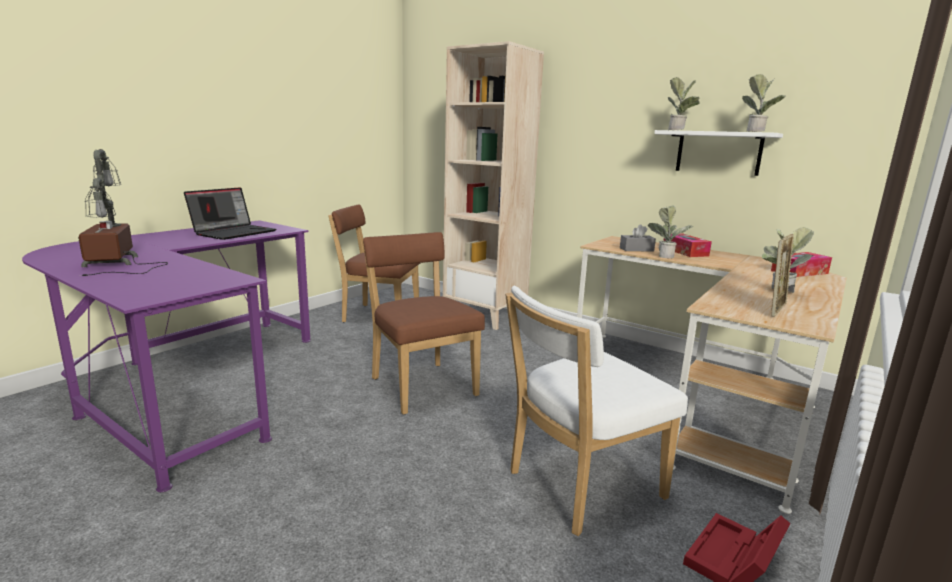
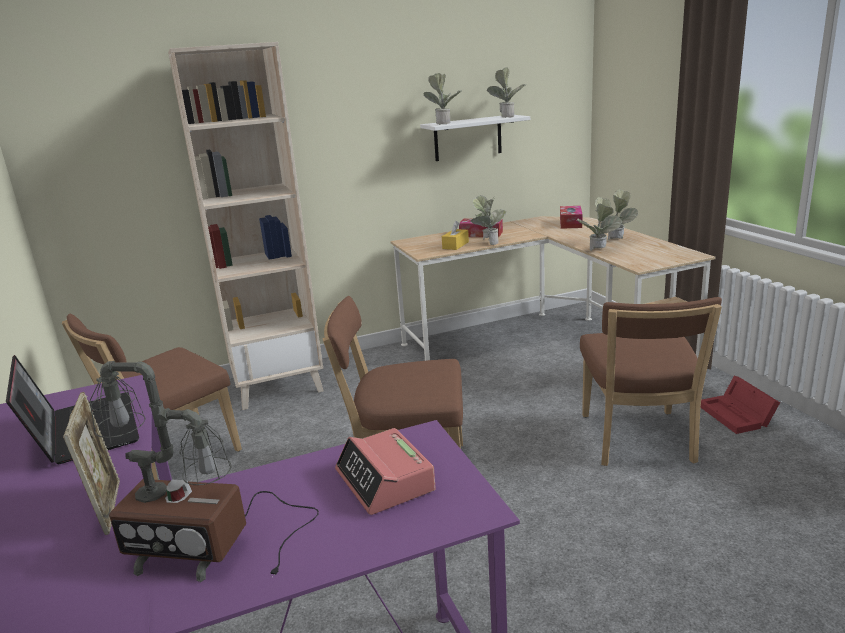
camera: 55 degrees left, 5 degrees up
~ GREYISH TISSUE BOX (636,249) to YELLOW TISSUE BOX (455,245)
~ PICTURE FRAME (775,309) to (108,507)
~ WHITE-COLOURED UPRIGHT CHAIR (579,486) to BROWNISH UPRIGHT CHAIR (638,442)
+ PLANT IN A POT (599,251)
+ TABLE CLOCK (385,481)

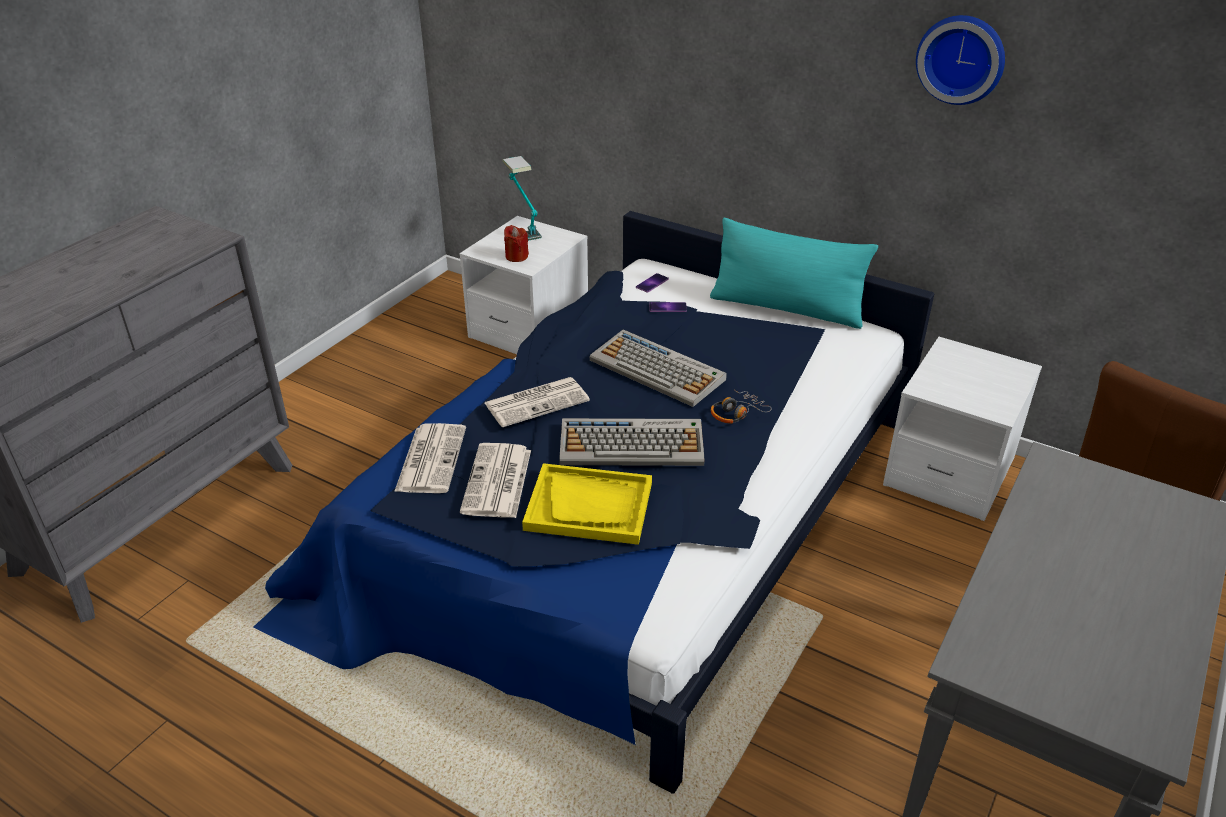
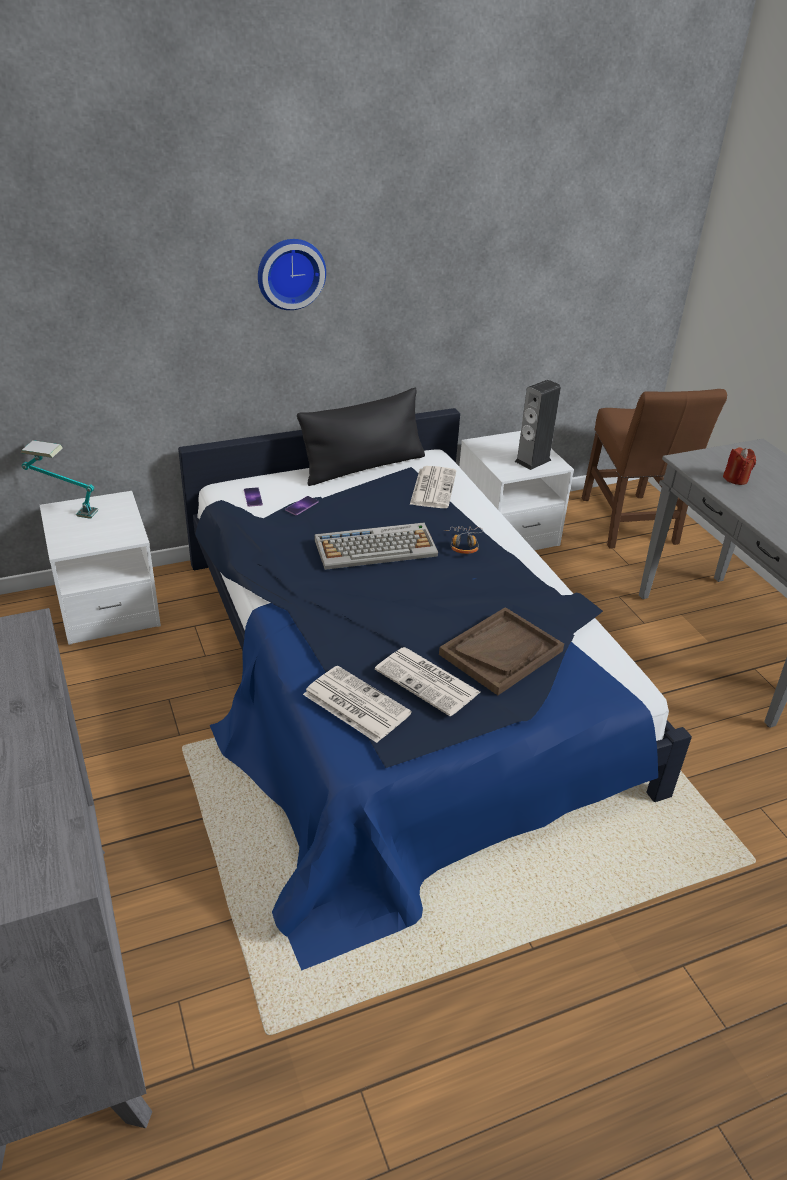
camera: 55 degrees left, 0 degrees up
~ WALL CLOCK (962,58) to (290,273)
~ TURQUOISE-COLOURED PILLOW (786,308) to BLACK-COLOURED PILLOW (363,467)
~ RED CANDLE (516,256) to (735,479)
~ NEWSPAPER (537,402) to (433,487)
- COMPUTER KEYBOARD (633,444)
~ YELLOW CARRYING TRAY (589,506) to BROWNISH CARRYING TRAY (501,652)
+ SPEAKER (532,461)

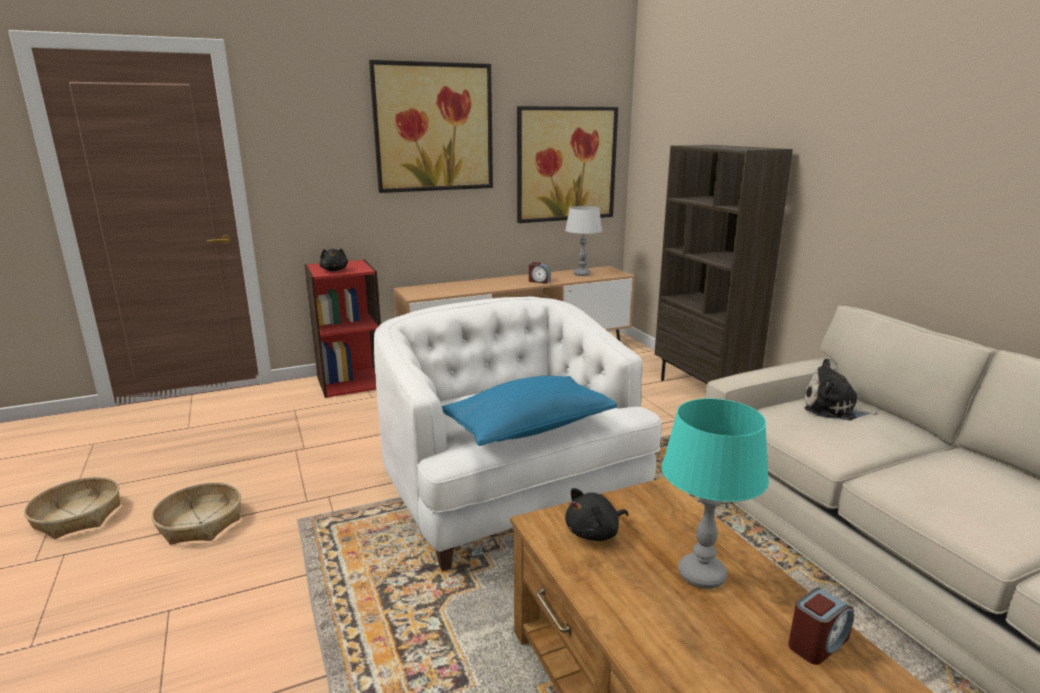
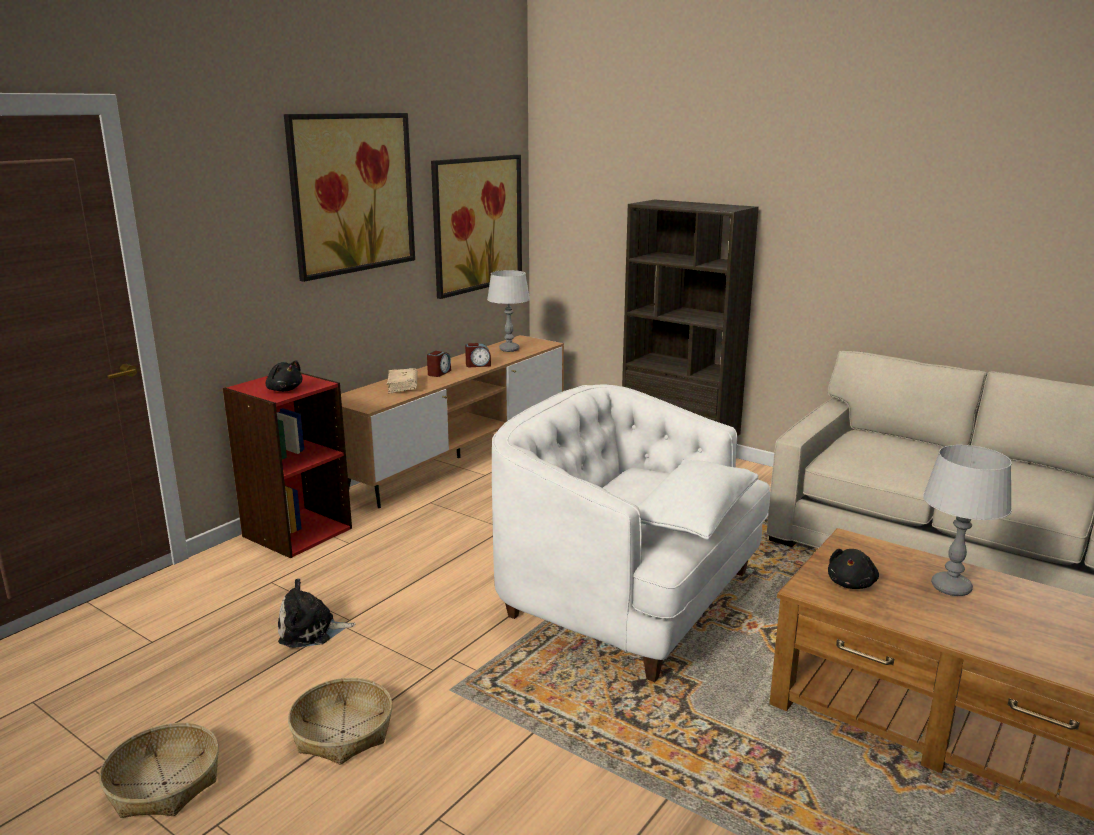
camera: 30 degrees left, 0 degrees up
~ CUDDLY TOY (833,409) to (311,631)
~ BLUE PILLOW (529,428) to WHITE-COLOURED PILLOW (693,517)
~ TURQUOISE-COLOURED TABLE LAMP (701,574) to GREYISH TABLE LAMP (950,587)
~ TABLE CLOCK (817,643) to (439,373)
+ BEIGE-COLOURED BOOK (403,386)

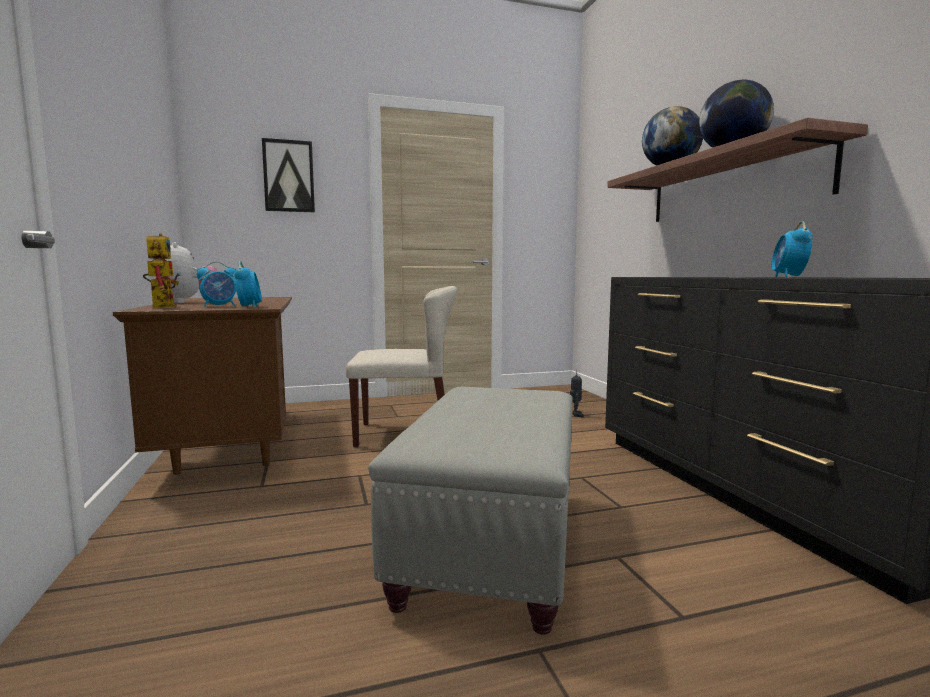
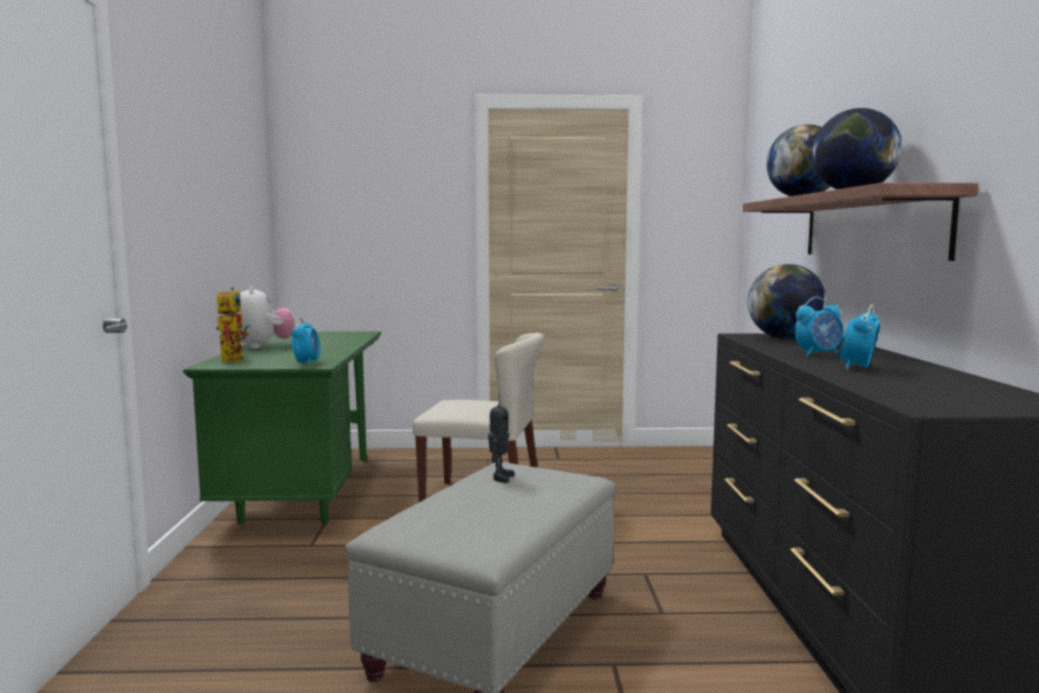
camera: 15 degrees right, 0 degrees up
- WALL ART (289,176)
~ TABLE CLOCK (219,306) to (818,354)
~ BROWNISH DESK (234,442) to GREEN DESK (304,493)
~ ROBOT FIGURE (576,415) to (500,478)
+ GLOBE (784,338)

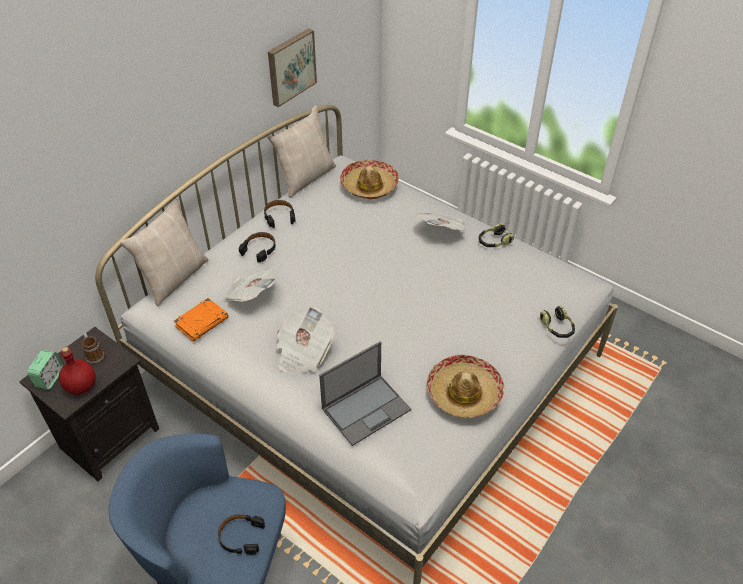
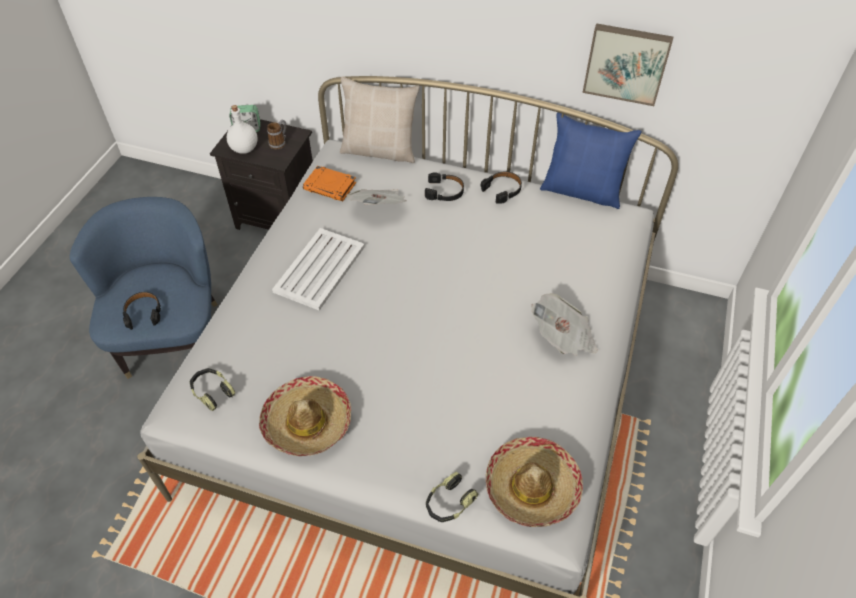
camera: 70 degrees right, 5 degrees up
~ BEIGE-COLOURED PILLOW (305,177) to BLUE PILLOW (582,191)
~ CLOTHING HAT (369,185) to (532,487)
~ HEADSET (494,242) to (212,392)
~ NEWSPAPER (303,352) to WHITE-COLOURED CARRYING TRAY (319,269)
- LAPTOP (367,408)
~ RED DRINK BOTTLE (81,387) to WHITE-COLOURED DRINK BOTTLE (244,149)

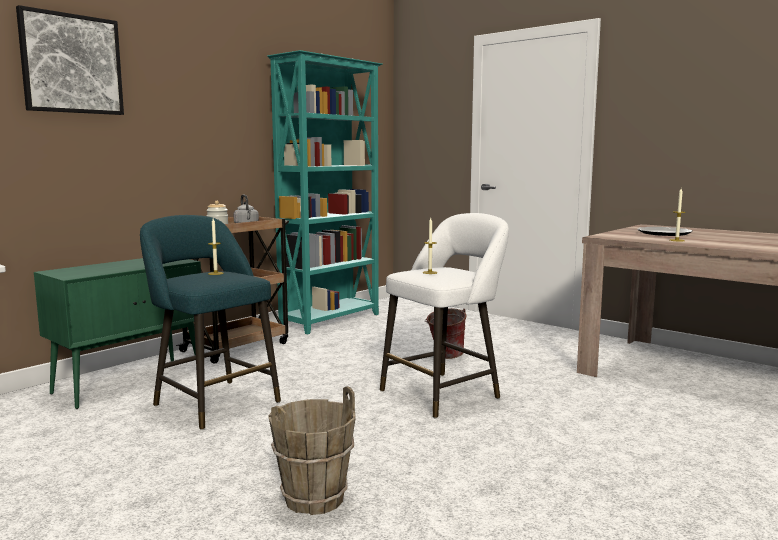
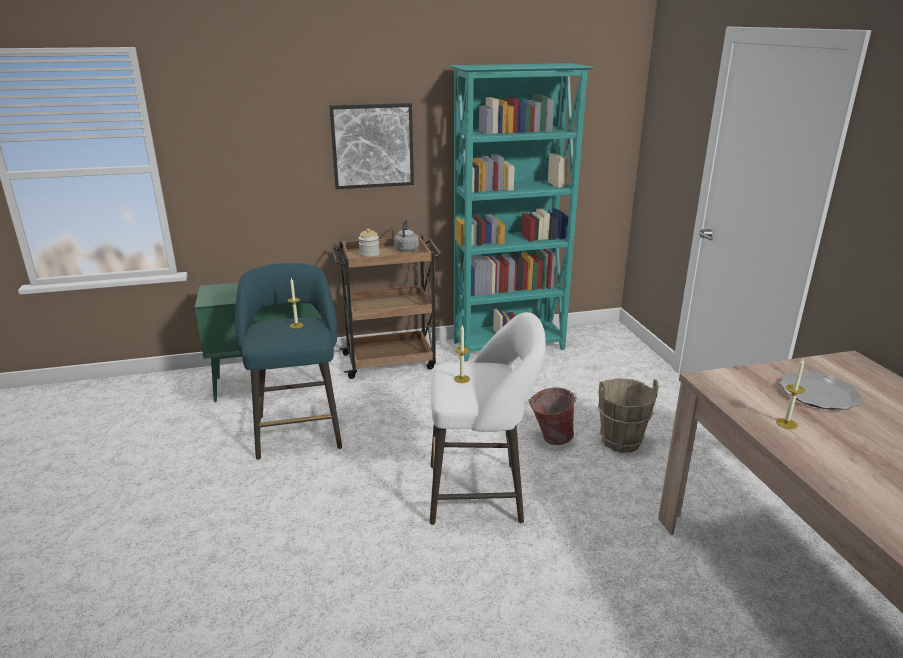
camera: 35 degrees right, 15 degrees up
~ WALL ART (71,64) to (372,146)
~ BROWNISH WATER BUCKET (313,498) to (620,441)

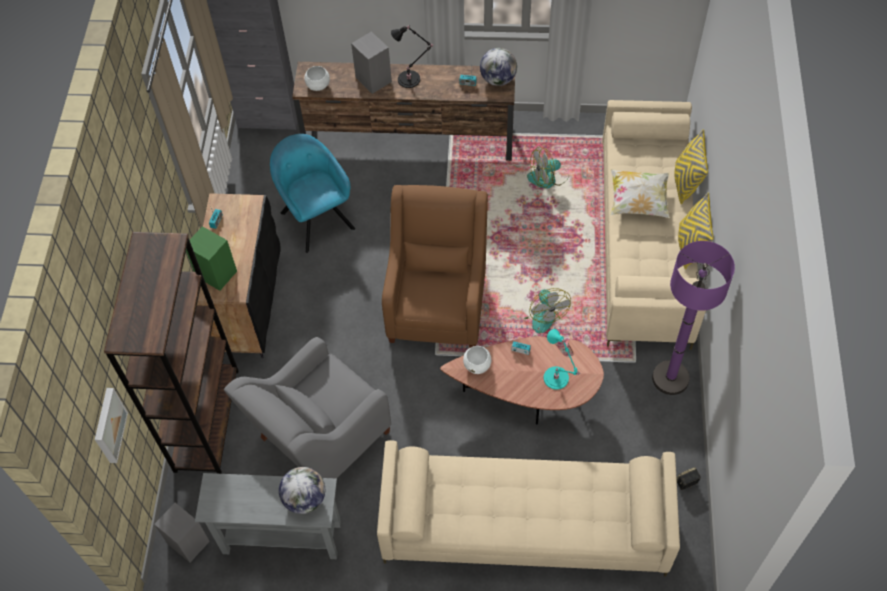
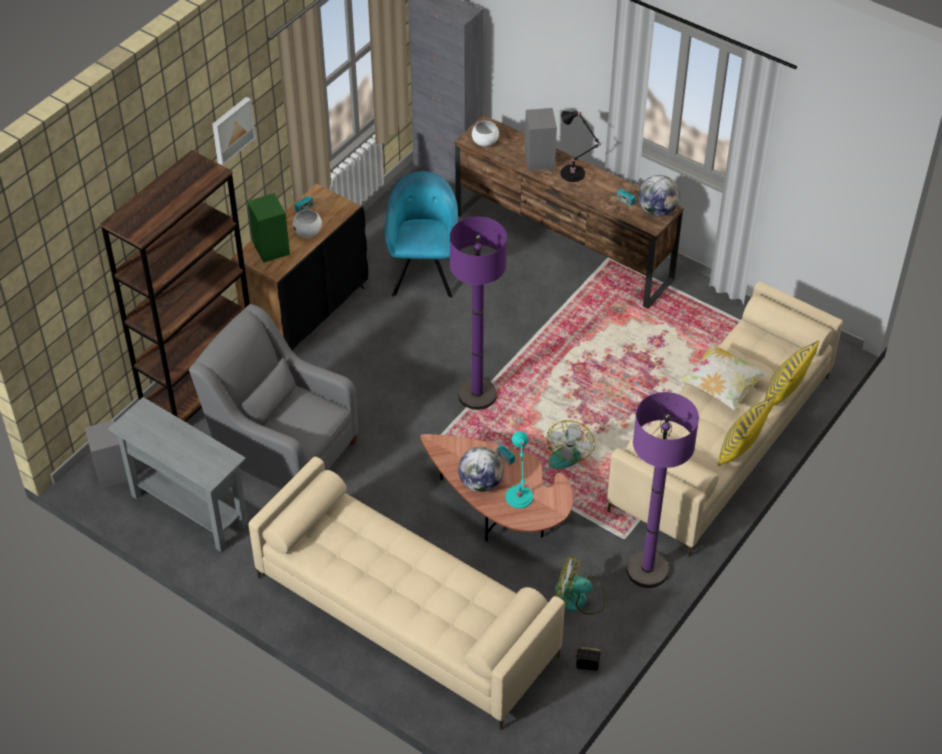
camera: 30 degrees right, 10 degrees down
~ COOLING FAN (548,178) to (578,598)
~ BROWNISH ARMCHAIR (438,303) to PURPLISH STANDARD LAMP (477,395)
~ GREYISH ARMCHAIR (320,439) = (283,451) 45 degrees clockwise
~ WHITE-COLOURED BOWL (477,365) to (308,232)
~ WALL ART (108,425) to (231,129)
~ GLOBE (304,498) to (480,483)

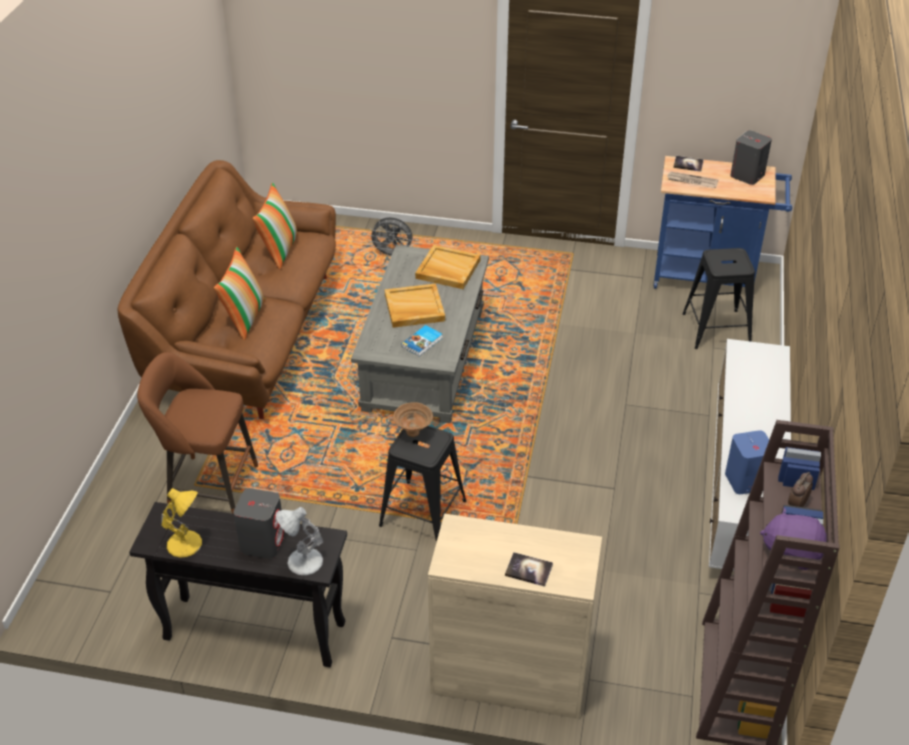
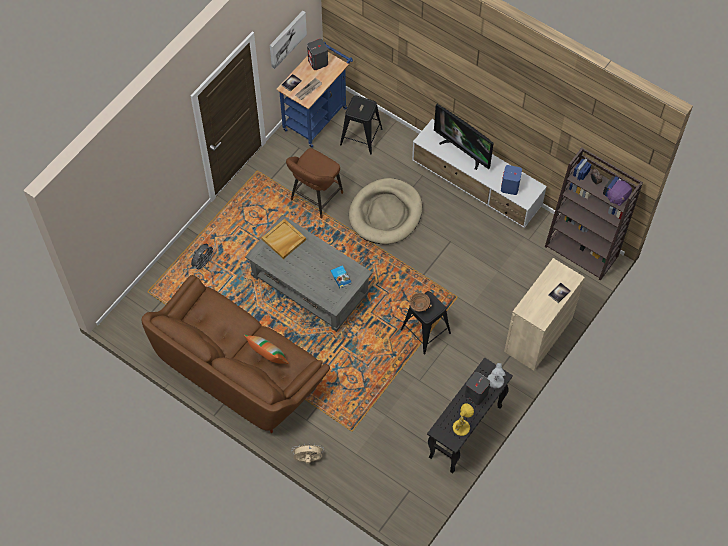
camera: 65 degrees left, 20 degrees up
- PILLOW (279,250)
- BEIGE-COLOURED CARRYING TRAY (414,308)
~ BROWNISH SITTING STOOL (207,486) to (315,198)
+ WALL ART (287,39)
+ TELEVISION (463,151)
+ BEIGE-COLOURED PET BED (385,213)
+ BEIGE-COLOURED COOLING FAN (308,459)

